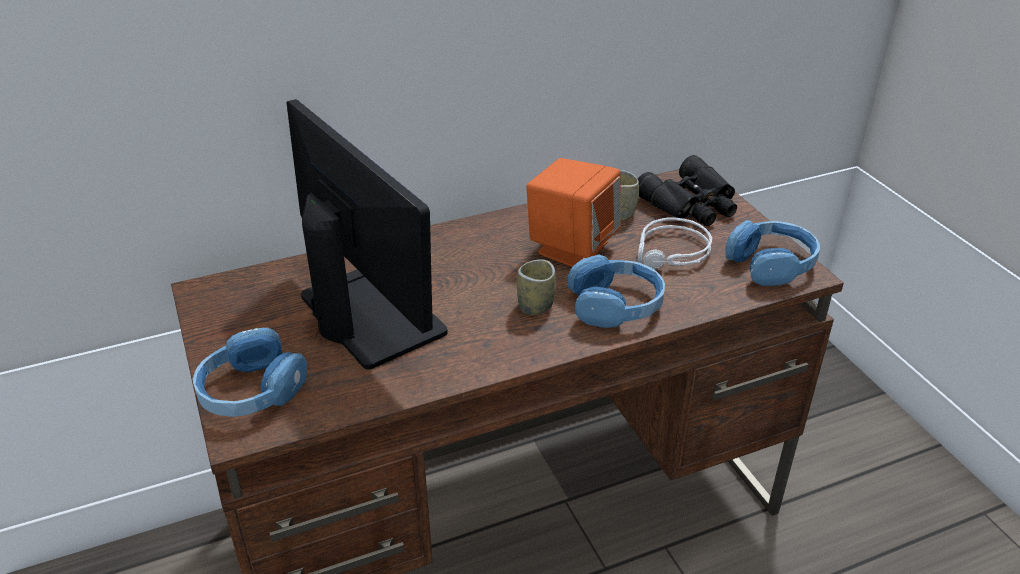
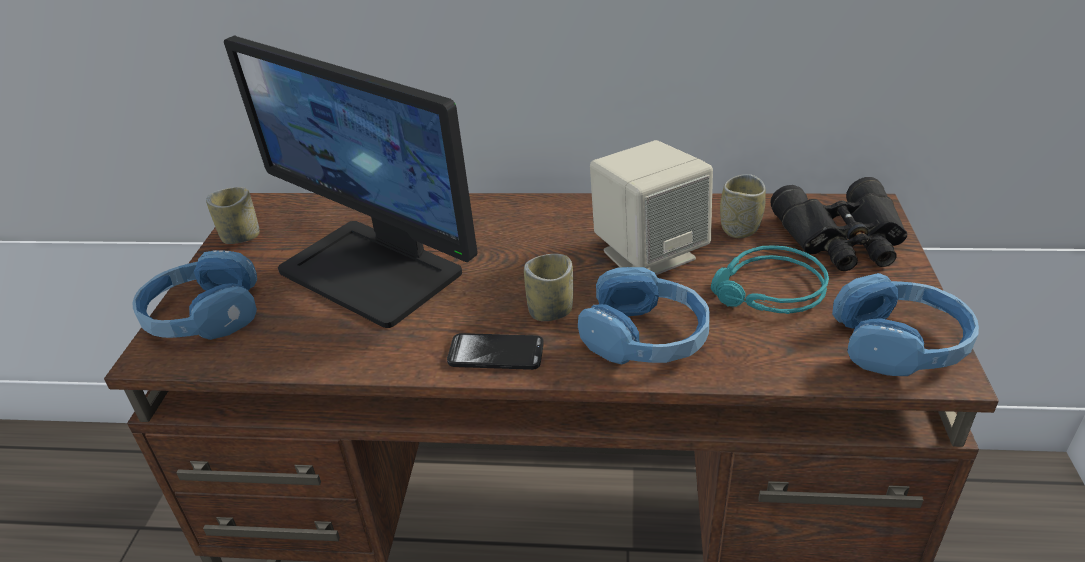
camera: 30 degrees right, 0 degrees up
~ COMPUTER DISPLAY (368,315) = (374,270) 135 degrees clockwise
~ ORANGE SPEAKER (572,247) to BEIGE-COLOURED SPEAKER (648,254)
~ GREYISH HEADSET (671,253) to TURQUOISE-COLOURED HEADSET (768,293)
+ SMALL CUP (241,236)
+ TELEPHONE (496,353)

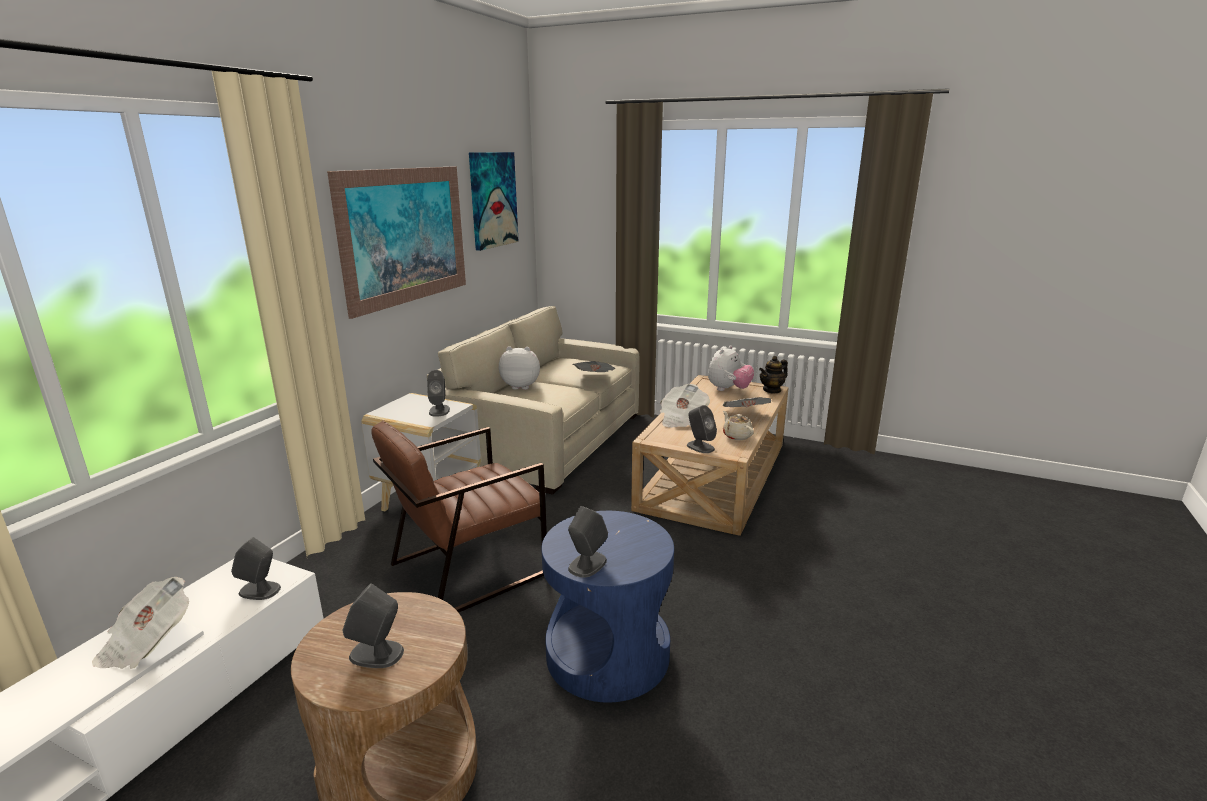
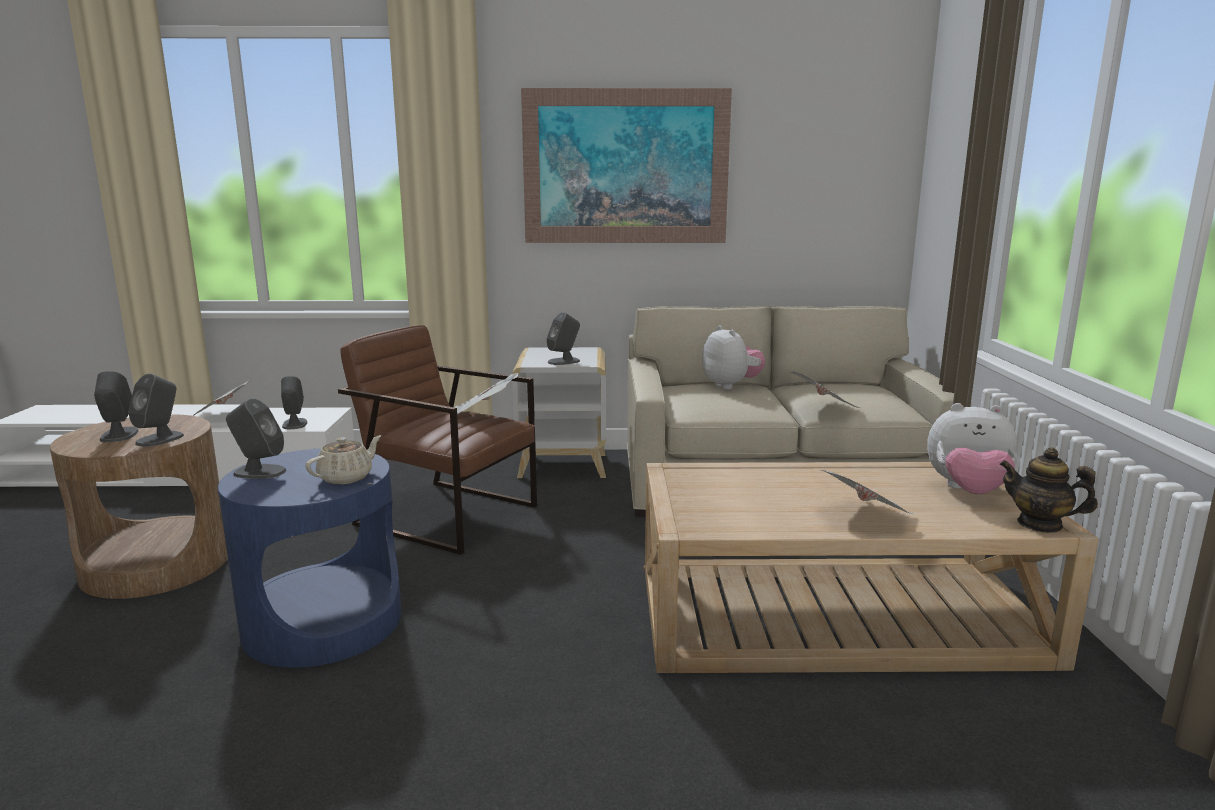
camera: 65 degrees right, 5 degrees down
- WALL ART (493,200)
~ NEWSPAPER (681,419) to (483,413)
~ GREYISH SPEAKER (700,447) to (160,439)
~ BEIGE-COLOURED POT FOR TEA (736,436) to (346,477)

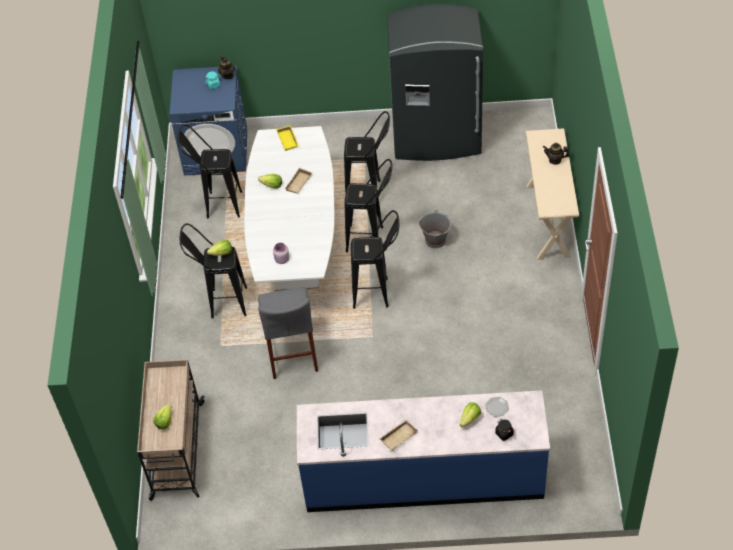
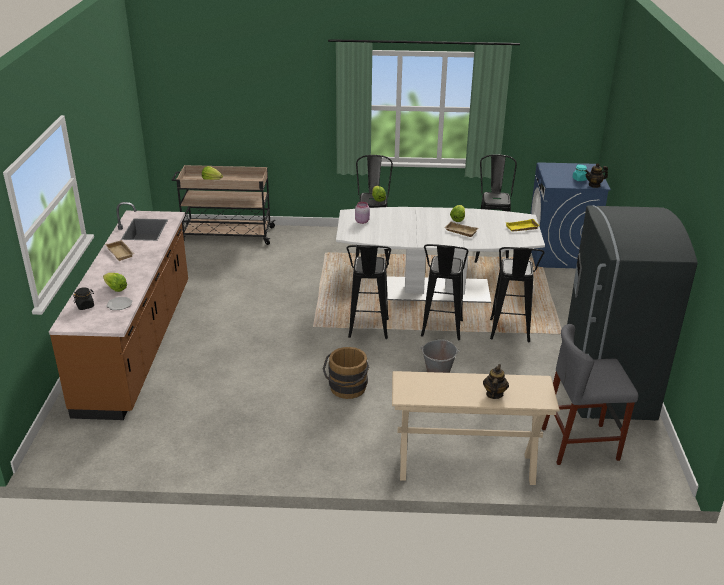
camera: 90 degrees right, 20 degrees down
~ GREYISH SITTING STOOL (292,354) to (580,444)
~ BLUE KITCHEN BASE UNIT (423,477) to BROWNISH KITCHEN BASE UNIT (138,345)
+ BROWNISH WATER BUCKET (346,390)

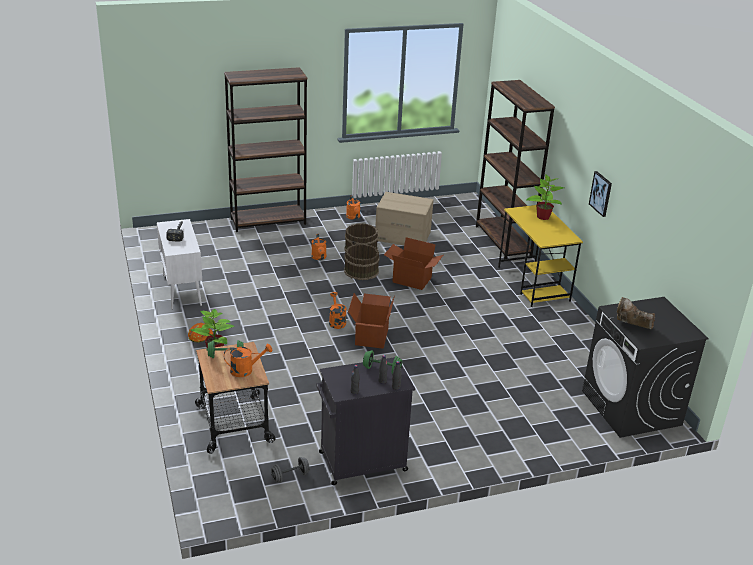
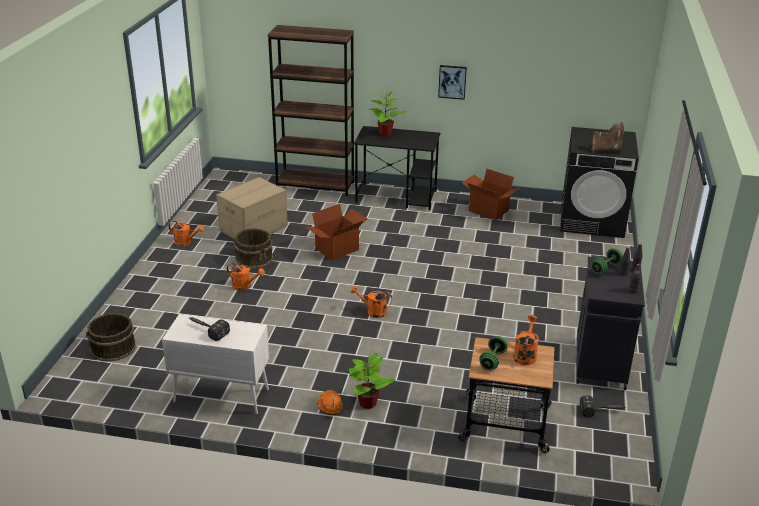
camera: 60 degrees left, 0 degrees up
- BROWNISH BOOKCASE (268,221)
~ YELLOW DESK (533,284) to BLACK-COLOURED DESK (397,197)
~ BROWNISH WATER BUCKET (361,271) to (113,348)
~ CARDBOARD BOX (370,336) to (488,211)
~ BROWNISH HIGH-TOP BOOT (631,327) = (607,150) 135 degrees counterclockwise
~ GREYISH DUMBBELL (290,476) to TOOL HAMMER (602,411)

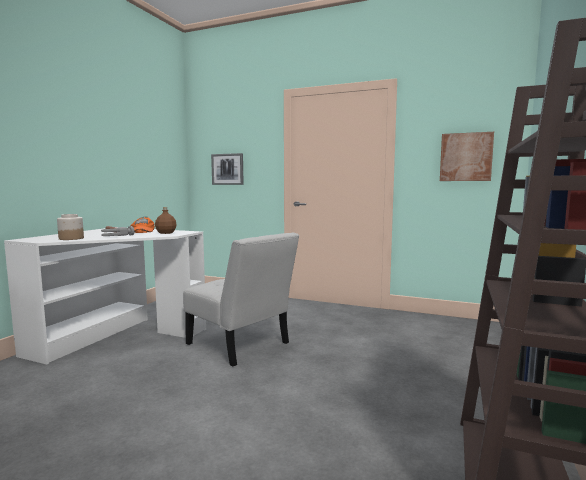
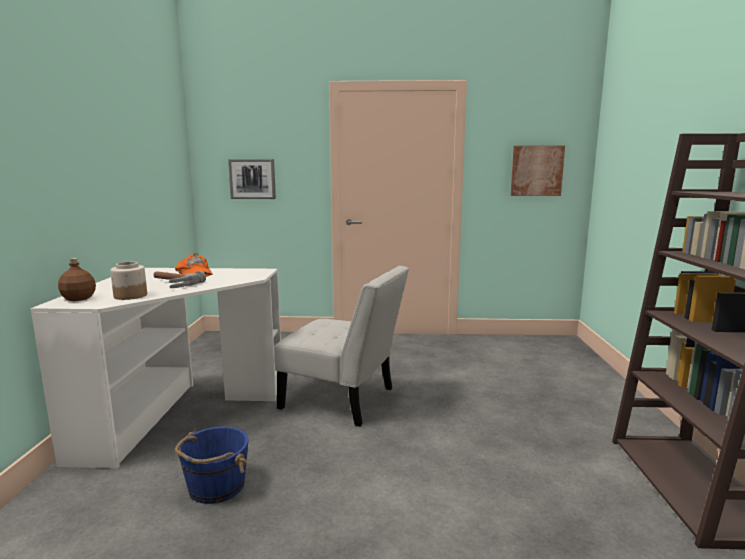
camera: 20 degrees left, 5 degrees up
~ BROWNISH DRINK BOTTLE (166,233) to (78,298)
+ BLUE WATER BUCKET (215,487)

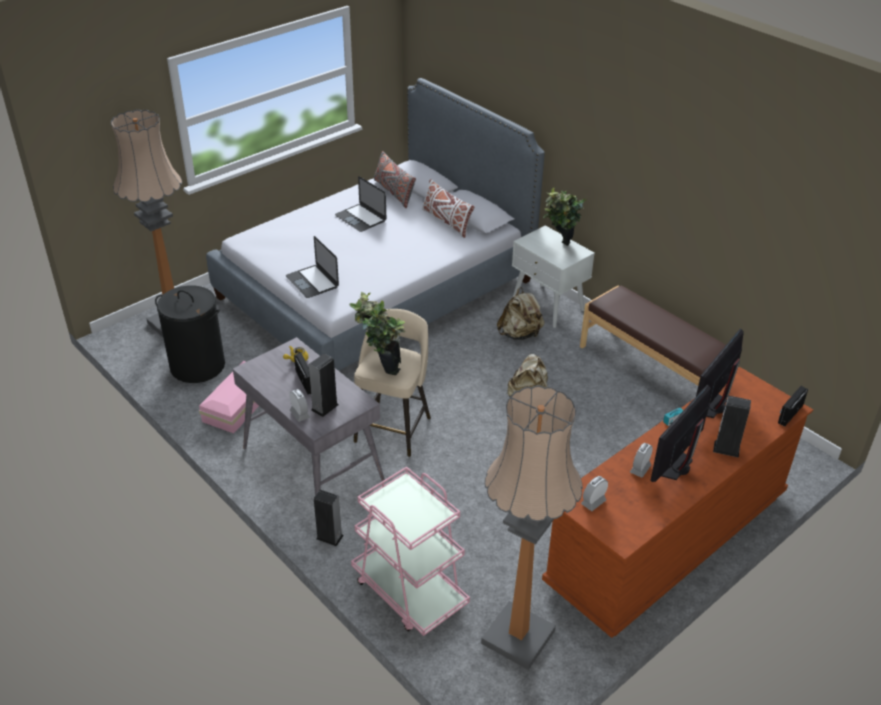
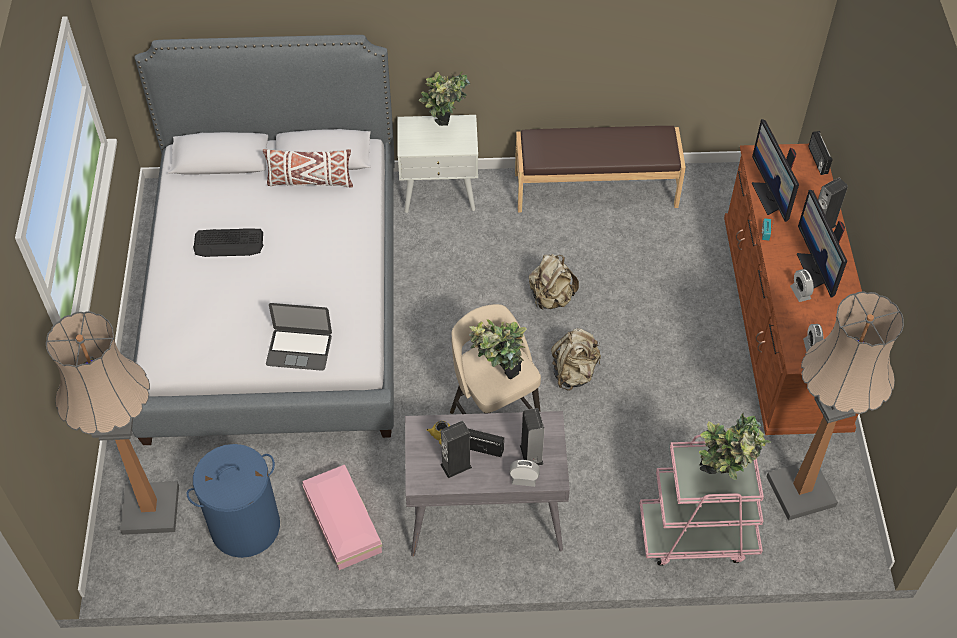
camera: 50 degrees left, 15 degrees up
- GREYISH PILLOW (394,192)
~ LAPTOP (360,218) to COMPUTER KEYBOARD (229,243)
~ BLACK-COLOURED LAUNDRY BASKET (198,366) to BLUE LAUNDRY BASKET (245,526)
~ BEIGE-COLOURED BACKPACK (520,334) to (574,372)
~ SPEAKER (329,537) to (456,466)
+ PLANT IN A POT (721,481)

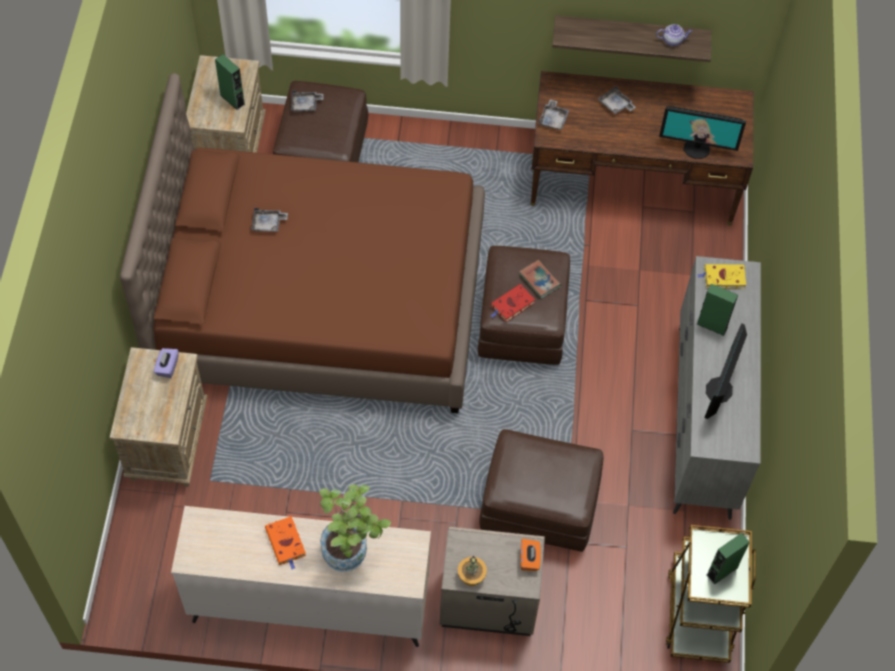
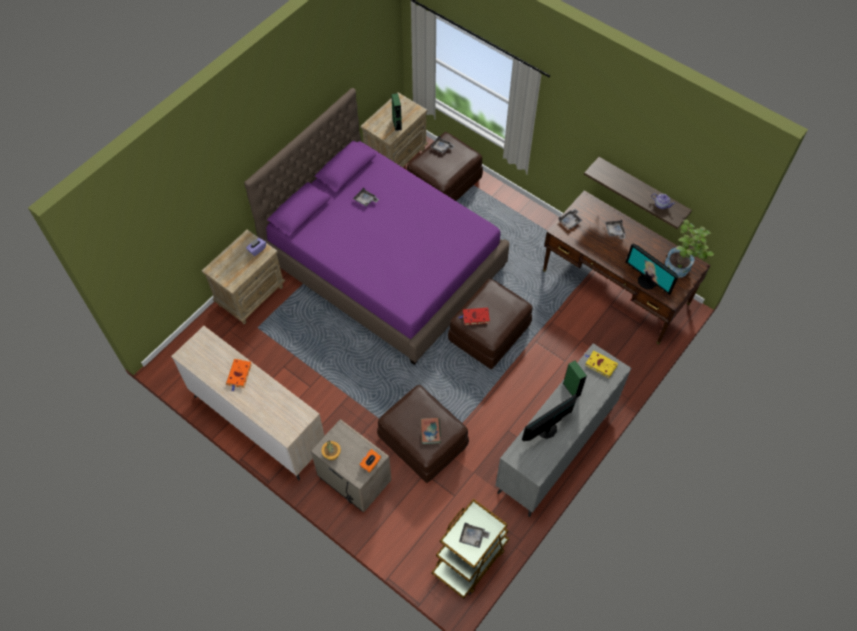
camera: 35 degrees right, 0 degrees up
~ BROWNISH BED (320,300) to PURPLISH BED (384,262)
~ BOOK (539,280) to (430,431)
~ PLANT IN A POT (351,550) to (681,268)
~ GREEN SPEAKER (722,571) to GREYISH CARRYING TRAY (473,537)

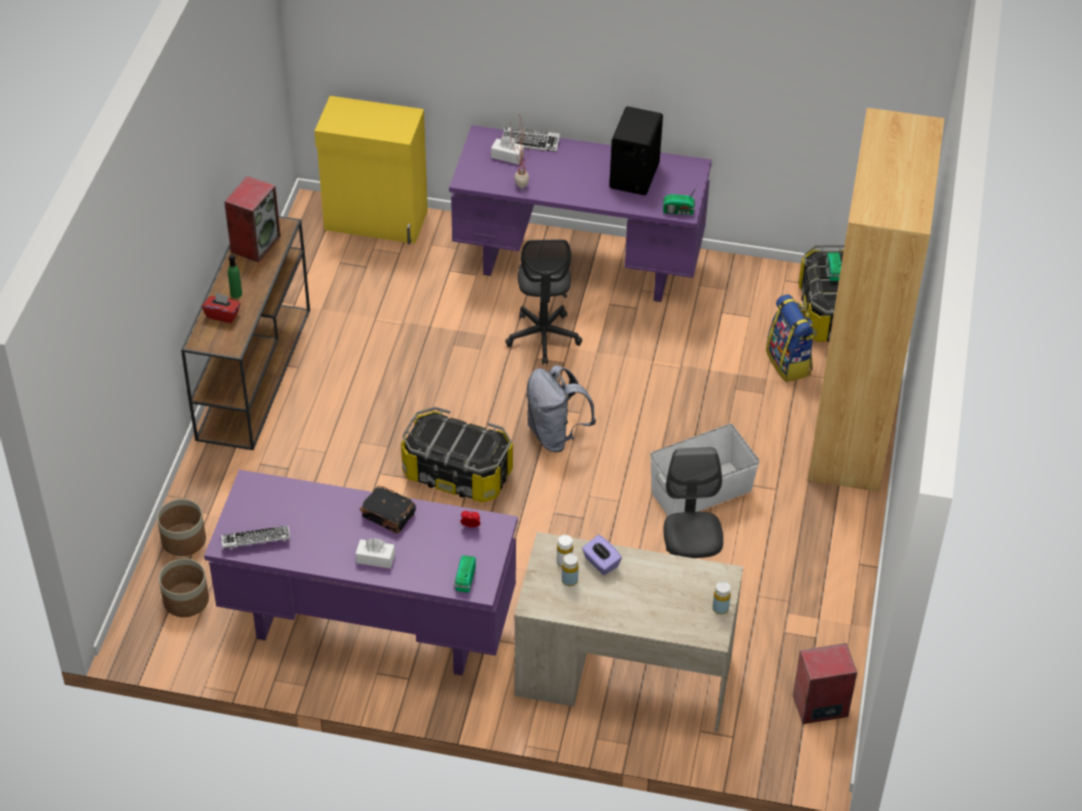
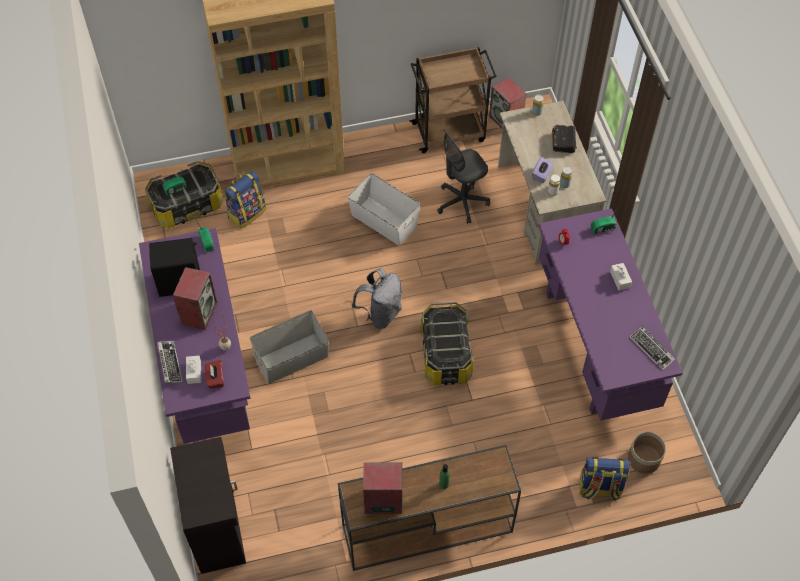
camera: 115 degrees left, 10 degrees up
~ YELLOW CUPBOARD (376,221) to BLACK-COLOURED CUPBOARD (218,528)
~ GREYISH DESK CHAIR (543,337) to GREYISH STORAGE CONTAINER (292,358)
~ RED TISSUE BOX (222,315) to (215,379)
~ BLACK-COLOURED BOOK (389,516) to (563,142)
~ FLOWER POT (183,540) to BACKPACK (599,489)
+ BROWNISH CART (450,132)
+ SPEAKER (199,312)

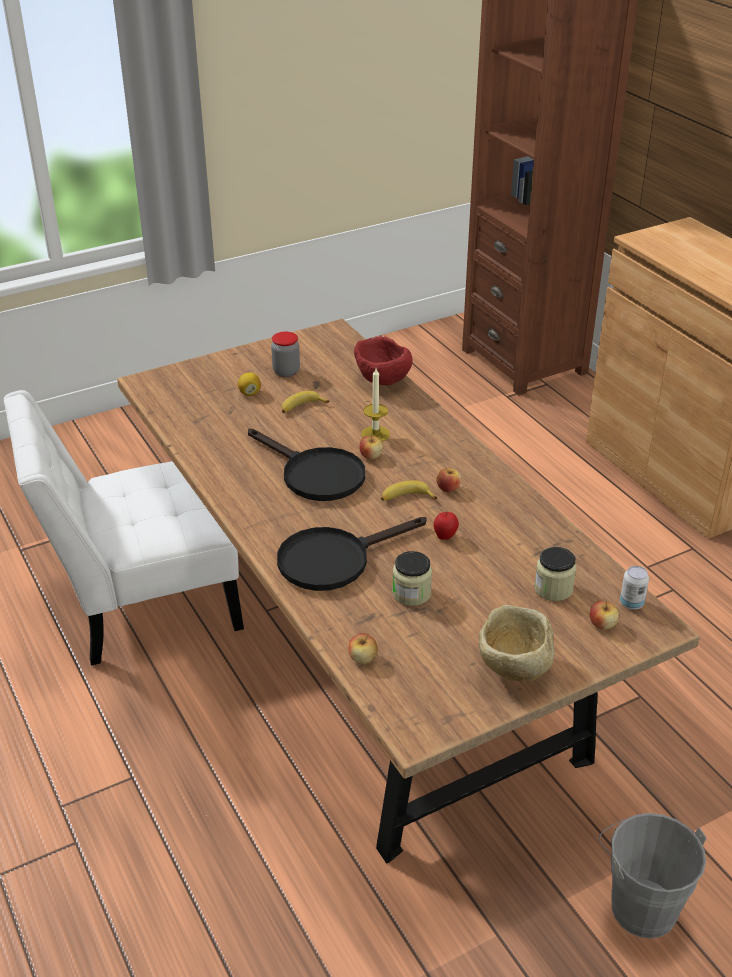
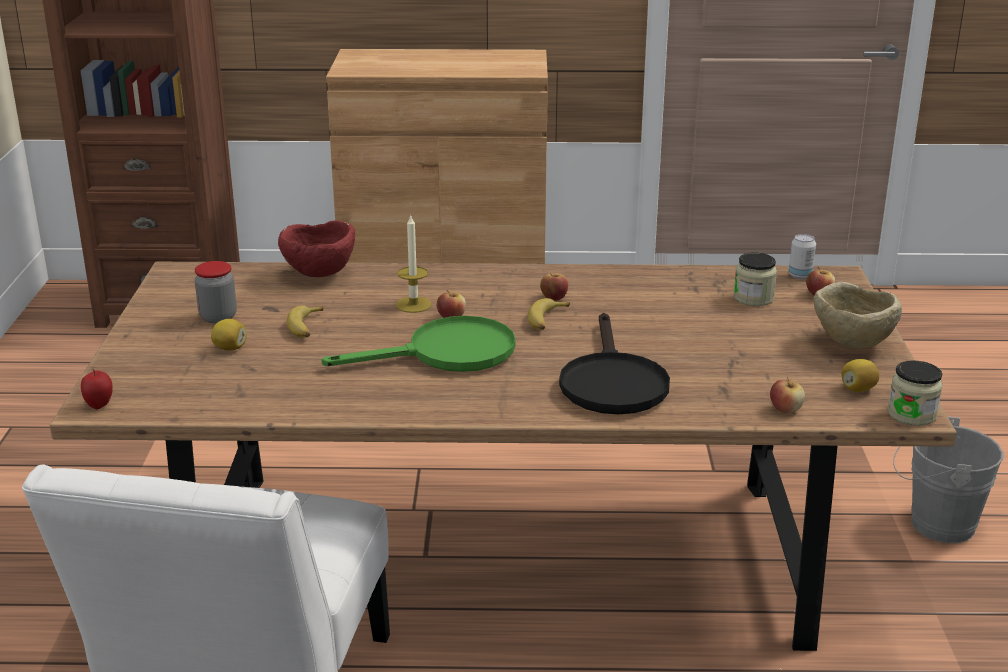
camera: 60 degrees left, 10 degrees down
~ BLACK-COLOURED FRYING PAN (314,474) to GREEN FRYING PAN (447,354)
~ WHOLE APPLE (445,537) to (99,405)
~ STORAGE JAR (411,593) to (911,414)
+ WHOLE LEMON (858,389)

